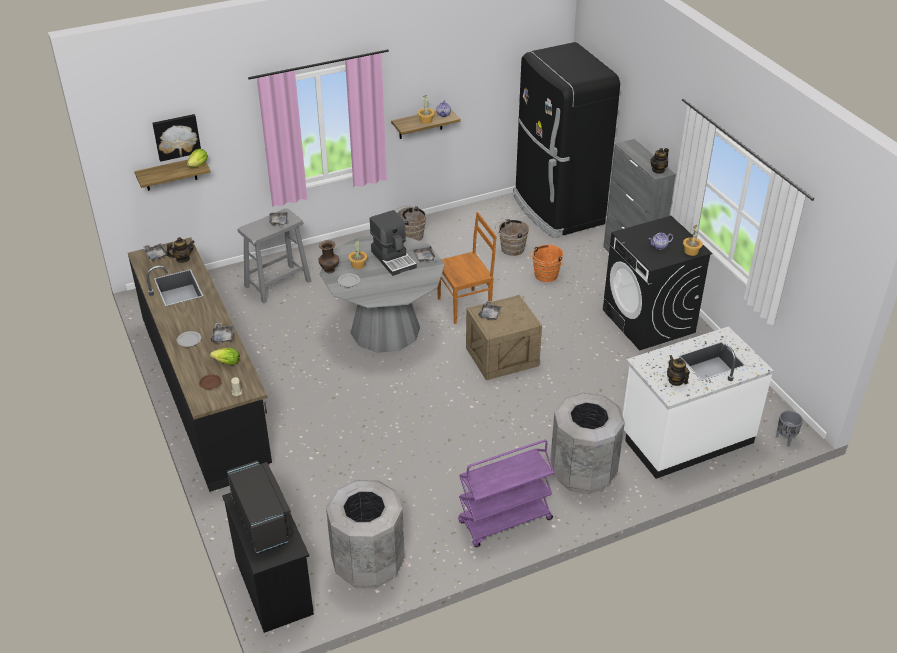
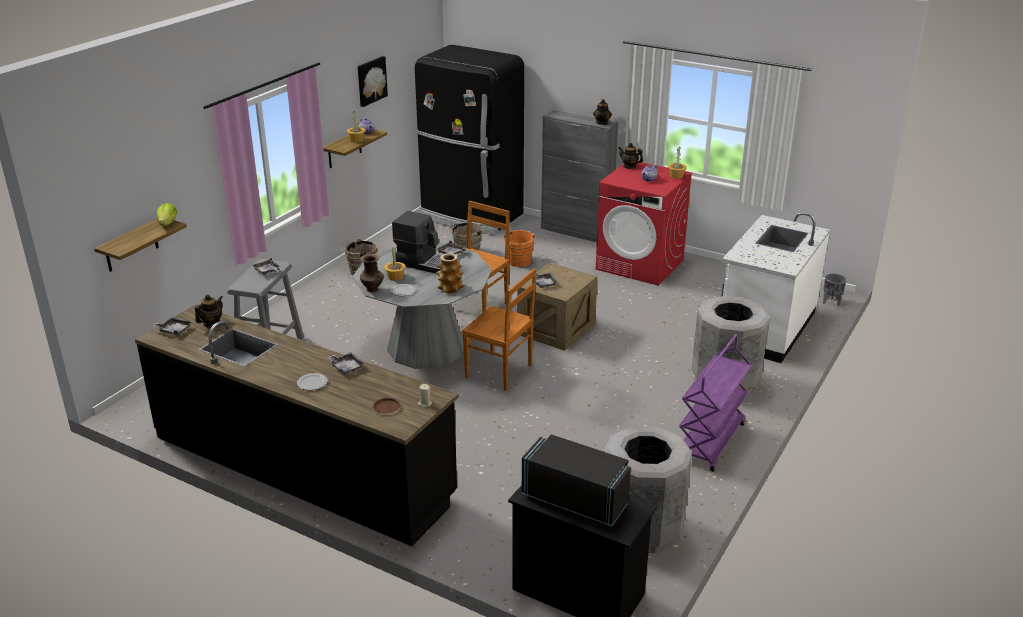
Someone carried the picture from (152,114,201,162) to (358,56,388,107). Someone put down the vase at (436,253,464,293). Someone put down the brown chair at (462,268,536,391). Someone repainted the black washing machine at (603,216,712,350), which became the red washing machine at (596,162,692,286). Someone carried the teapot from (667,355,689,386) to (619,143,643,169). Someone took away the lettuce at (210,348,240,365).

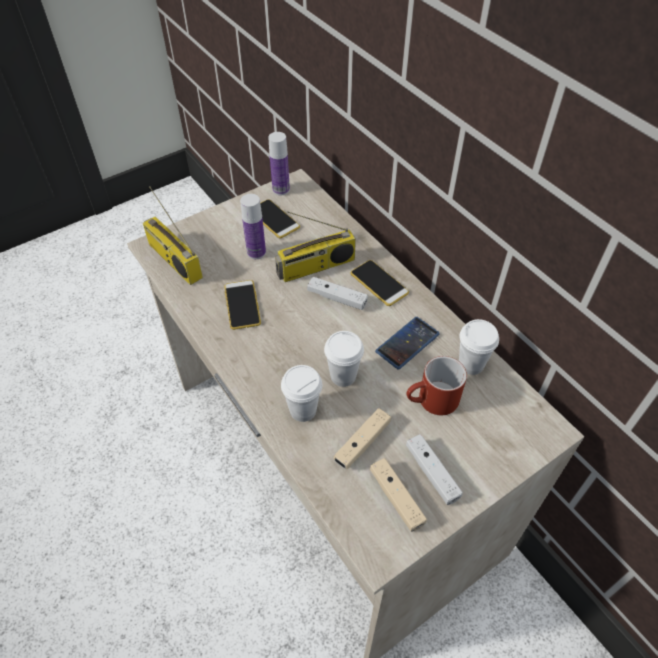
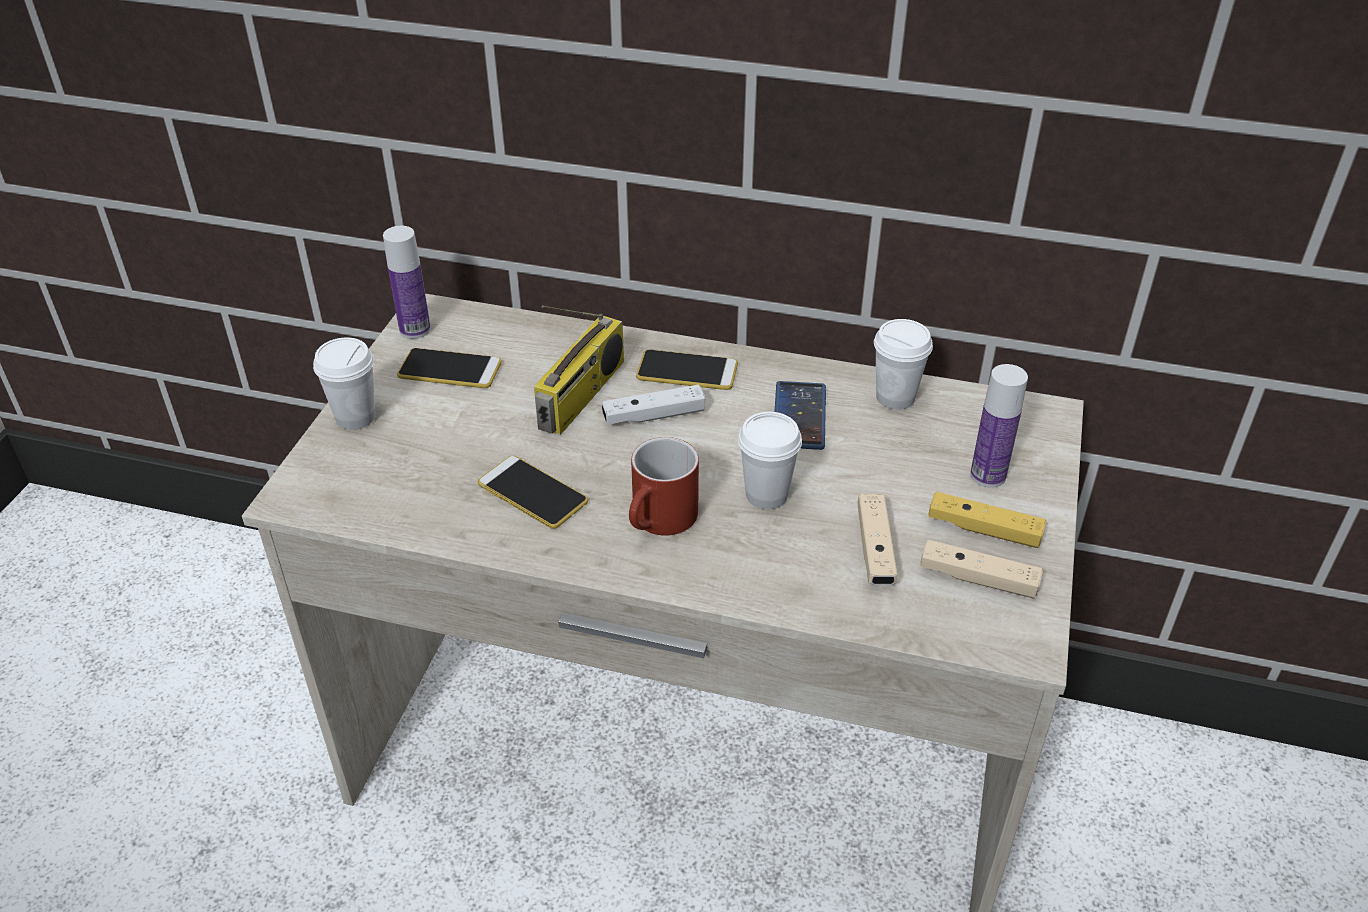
Someone carried the white cup from (281,365,322,422) to (313,337,376,430). Someone carried the red mug from (406,356,467,415) to (629,437,699,536). Someone repainted the white game controller at (406,434,463,505), which became the yellow game controller at (928,492,1046,548). Someone carried the bottle from (240,194,266,259) to (970,364,1028,488). Someone took away the radio at (143,186,203,285).

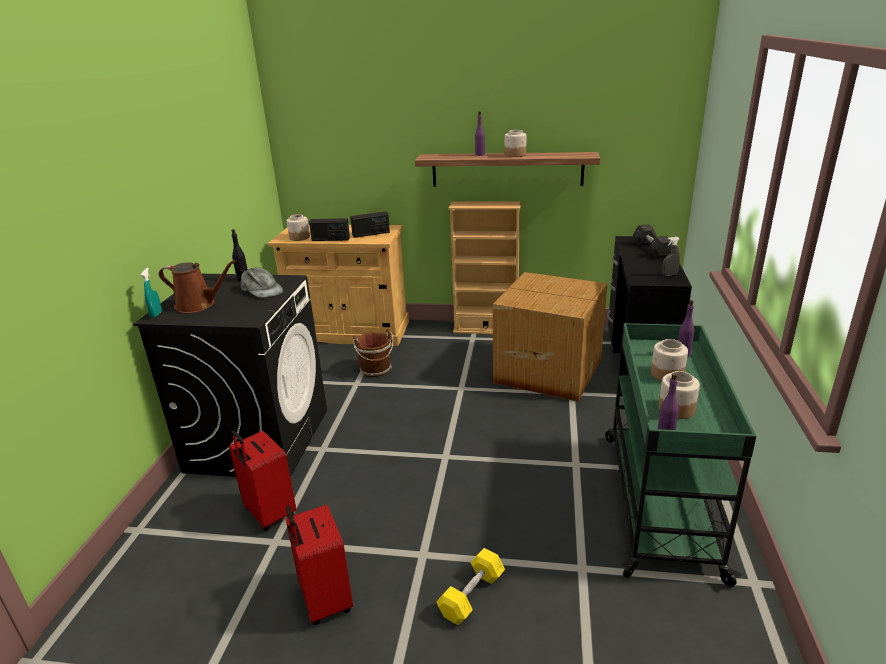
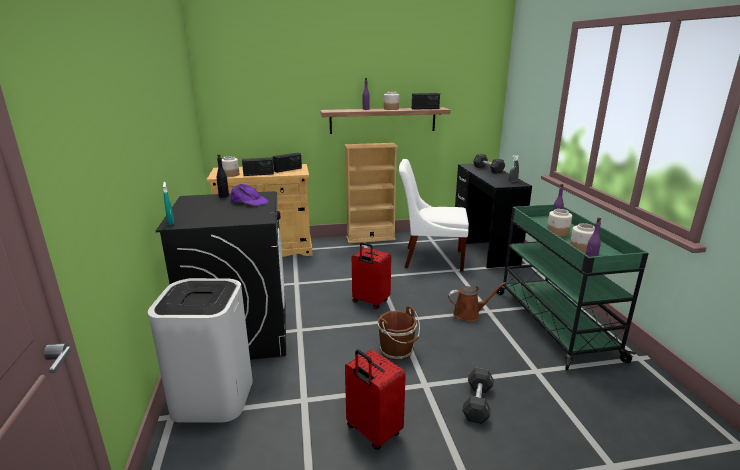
Someone put down the white trash can at (148,278,253,423). Someone repainted the grey cap at (241,267,283,298), which became the purple cap at (231,184,269,206). Someone carried the red suitcase from (229,430,297,531) to (352,242,391,309). Someone carried the brown bucket from (353,329,393,377) to (378,306,420,360). Someone swapped the cardboard box at (493,272,607,402) for the white chair at (399,159,469,271). Someone put down the radio at (412,93,440,110). Someone carried the brown watering can from (159,260,236,313) to (448,282,506,322). Someone repainted the yellow dumbbell at (436,548,505,625), which became the grey dumbbell at (462,368,494,424).

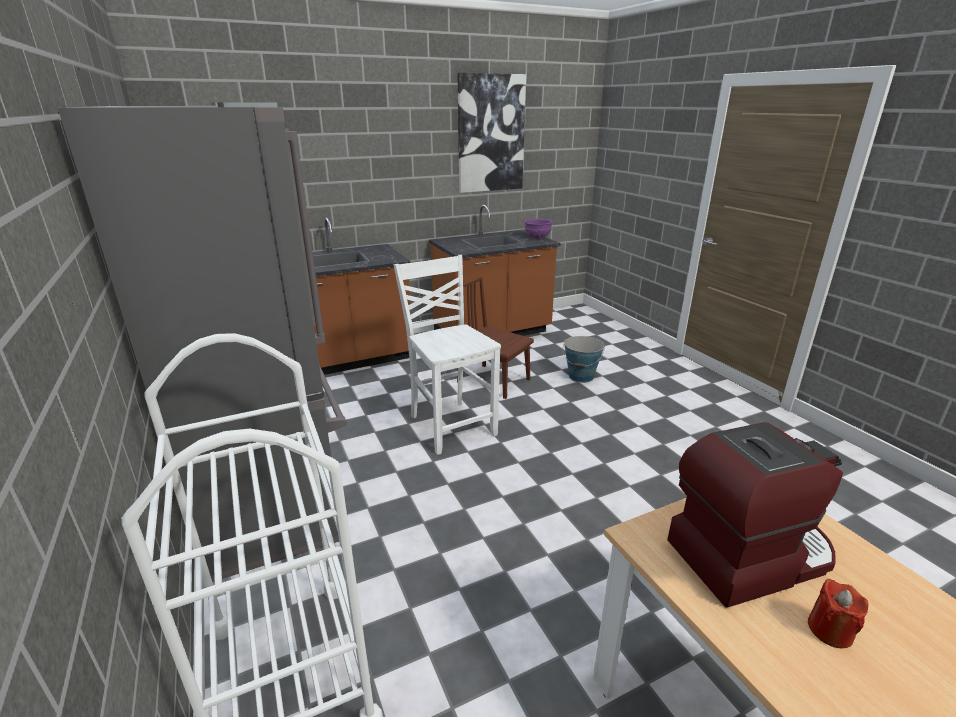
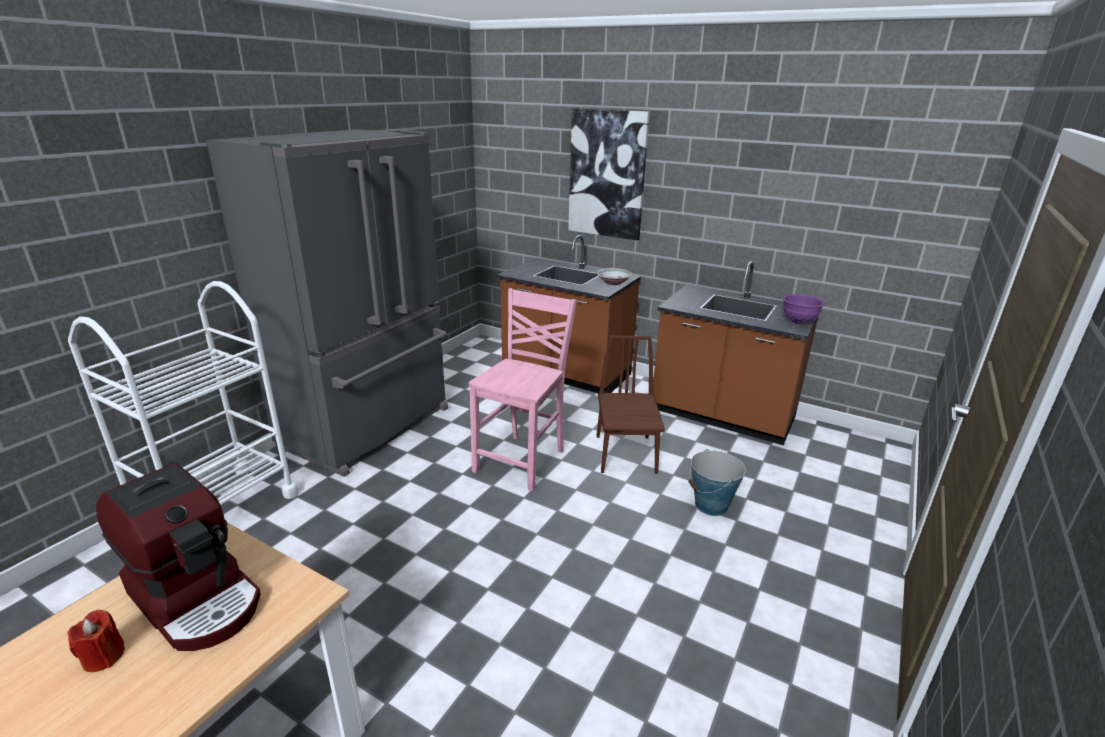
Someone repainted the white chair at (394,255,501,455), which became the pink chair at (469,288,577,491). Someone carried the picture from (458,73,526,193) to (568,108,650,241). Someone put down the bowl at (597,268,632,285).

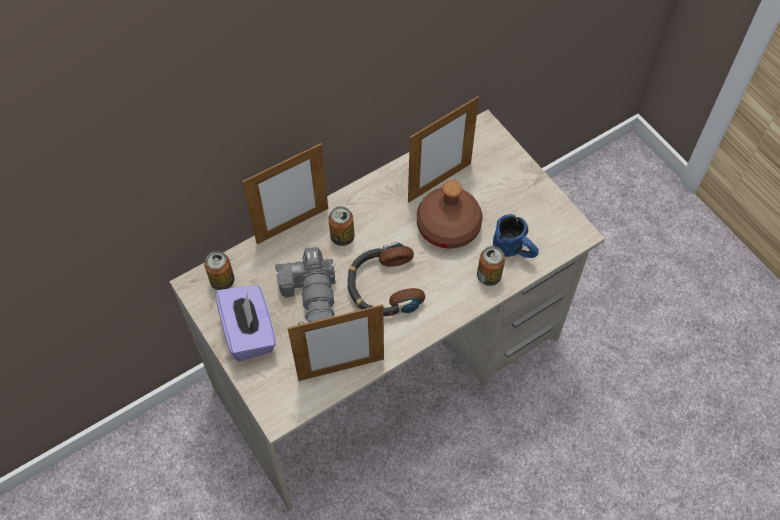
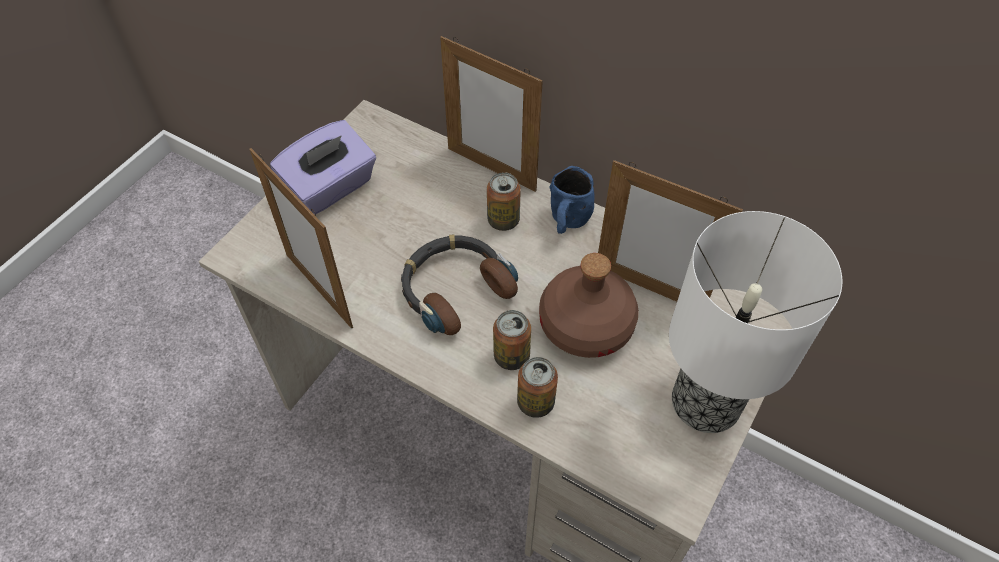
Someone carried the can from (204,251,235,290) to (493,310,531,370). Someone carried the blue mug from (493,214,539,258) to (550,166,595,234). Someone put down the table lamp at (669,211,842,433). Someone took away the photo camera at (275,247,336,322).

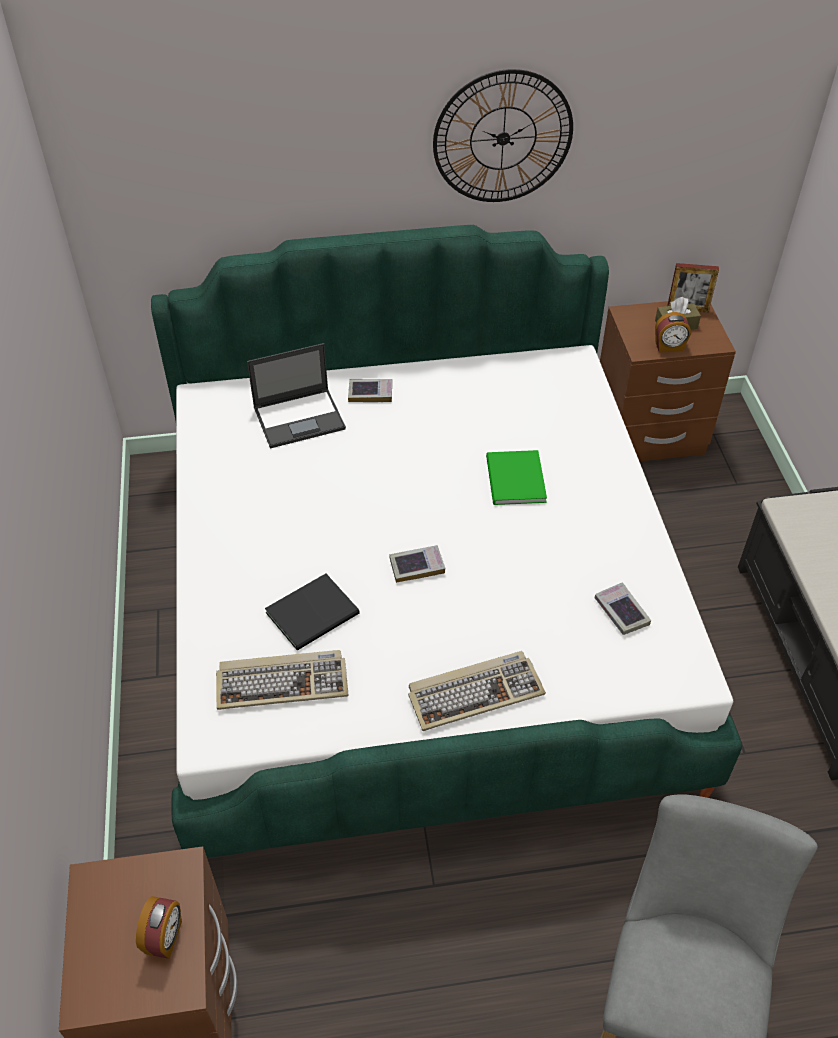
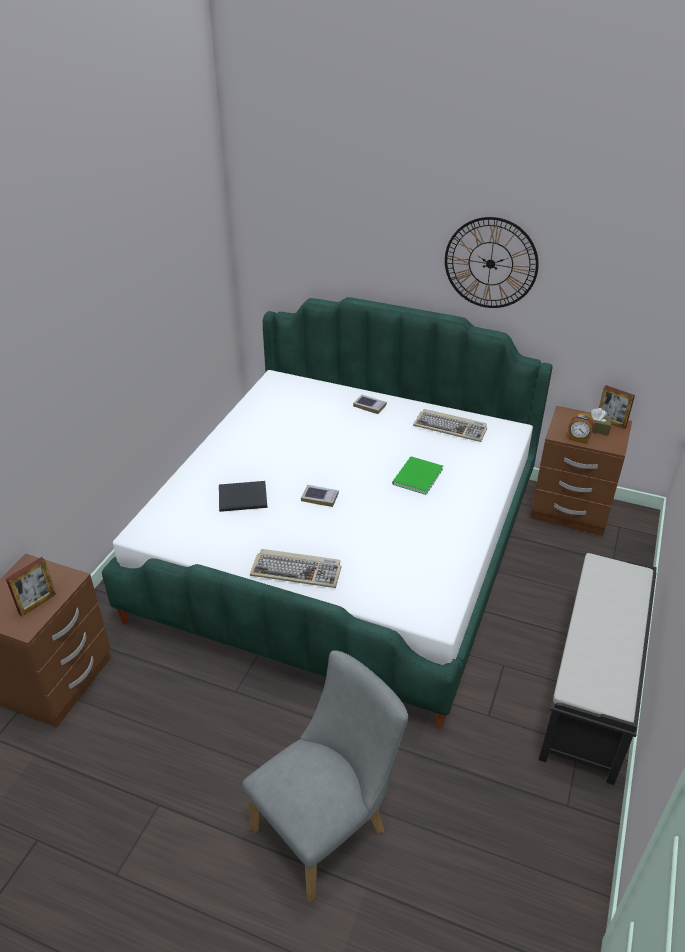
Someone swapped the alarm clock at (136,896,182,959) for the picture frame at (6,557,56,616). Someone carried the keyboard from (216,650,348,710) to (413,409,487,442). Someone took away the laptop at (247,343,346,448). Someone took away the book at (594,582,651,635).

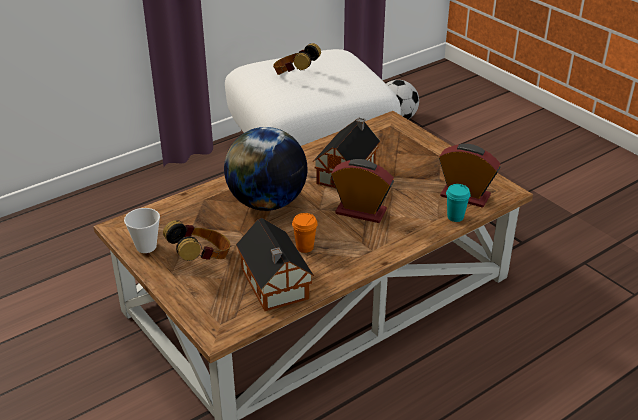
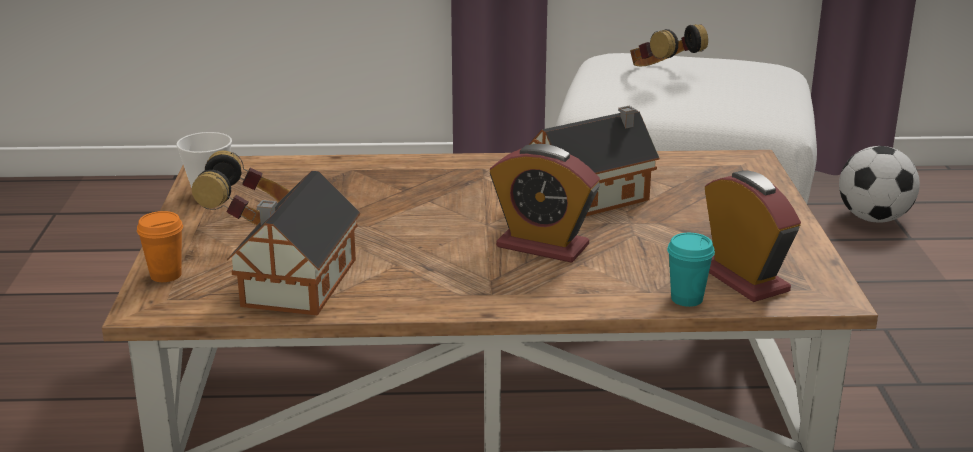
Someone carried the orange cup from (292,213,318,253) to (137,211,183,282). Someone rotated the alarm clock at (331,159,394,223) by 150 degrees clockwise. Someone took away the globe at (224,127,308,211).

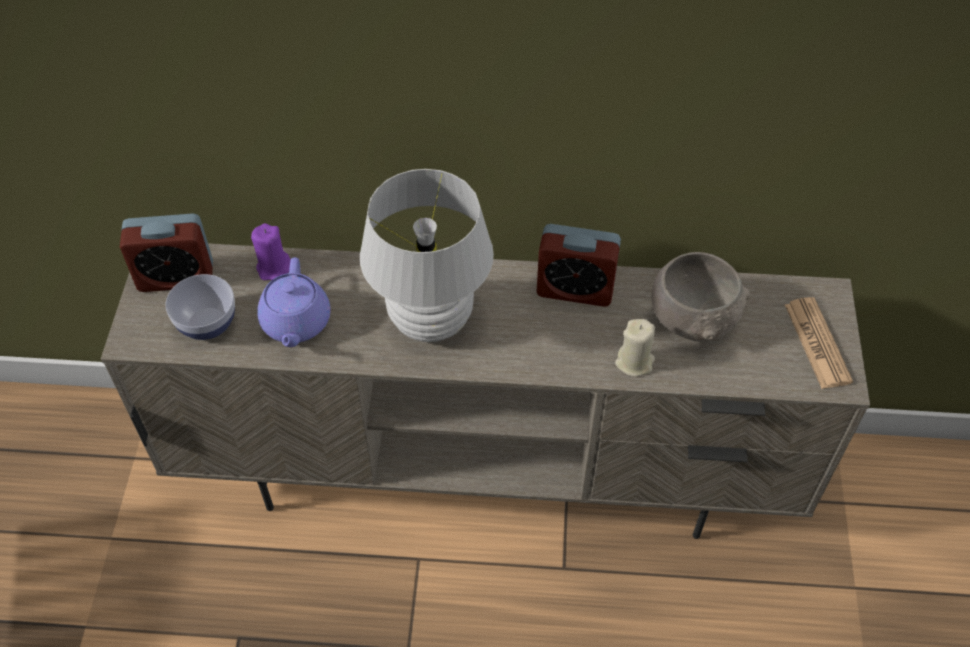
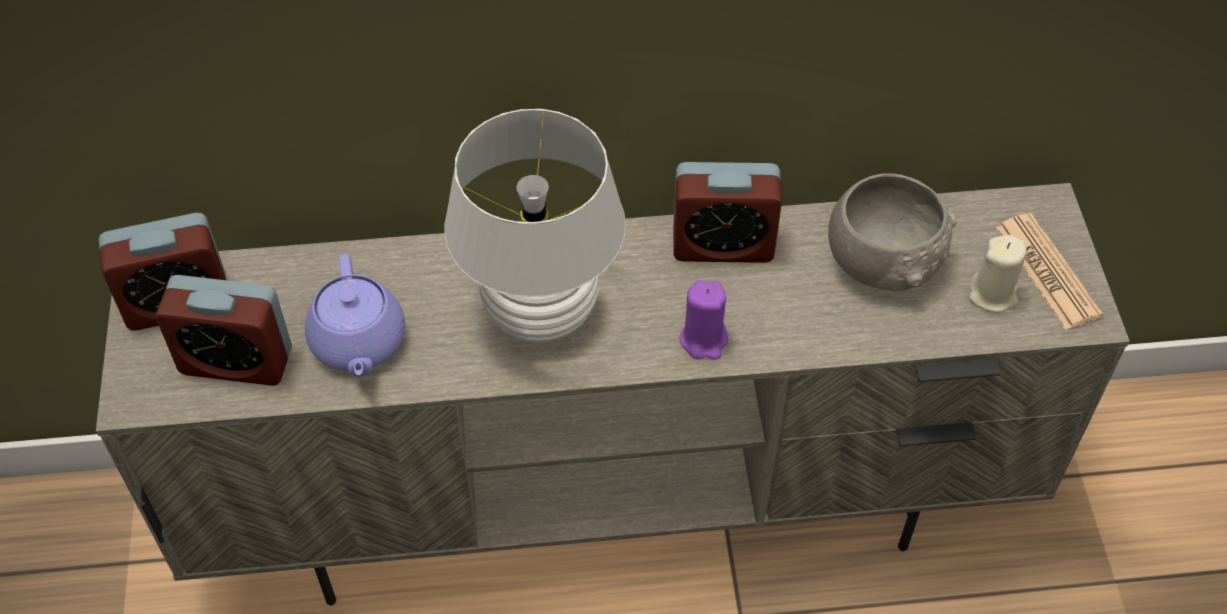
Someone swapped the bowl at (166,274,235,340) for the alarm clock at (155,275,292,386). Someone carried the purple candle from (251,223,291,280) to (679,280,728,360). Someone carried the beige candle from (615,319,655,377) to (969,235,1027,312).

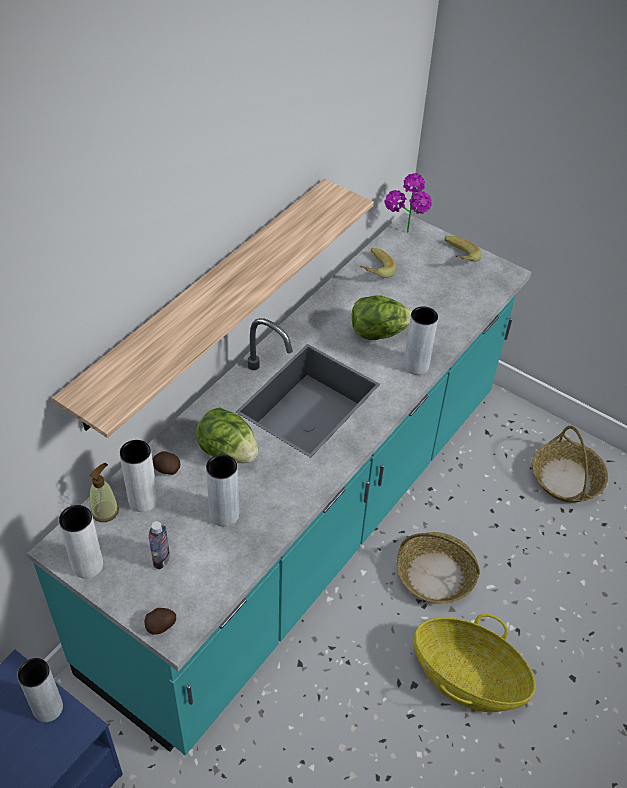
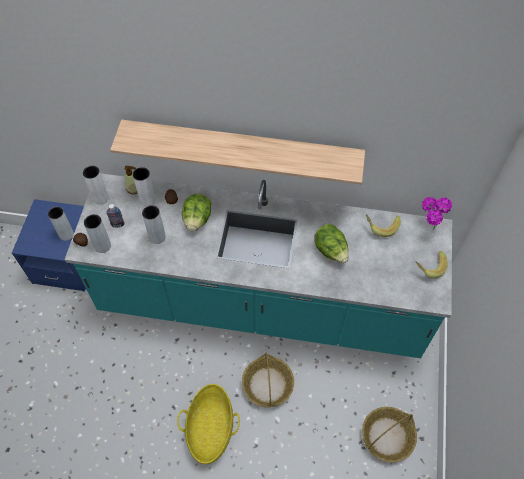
Someone carried the grey vase from (404,306,438,375) to (84,214,111,253).

